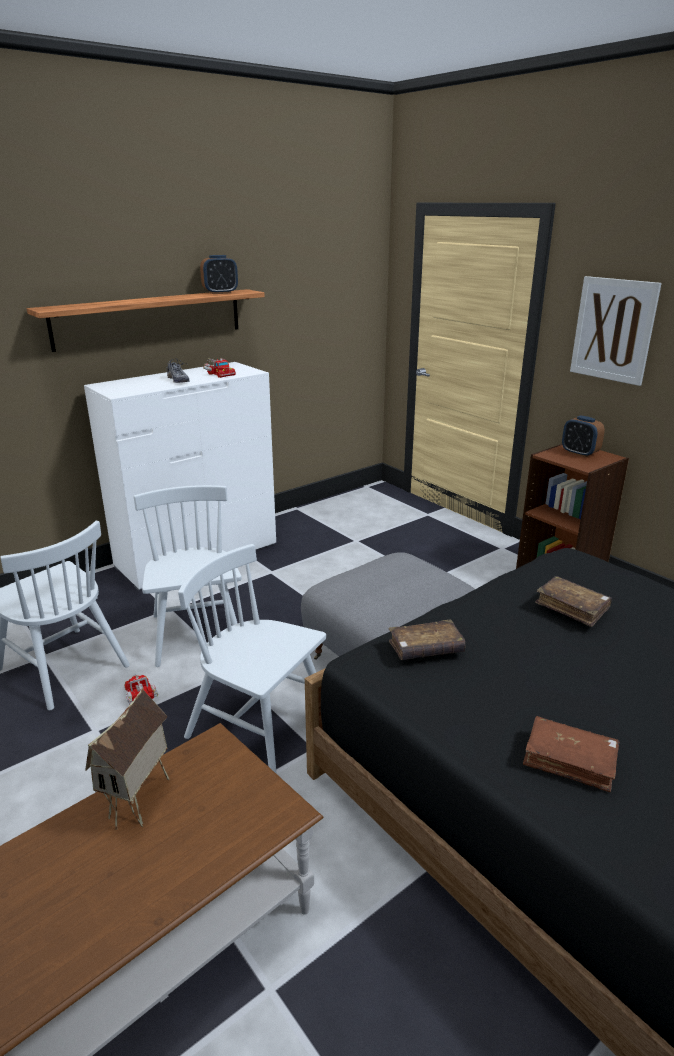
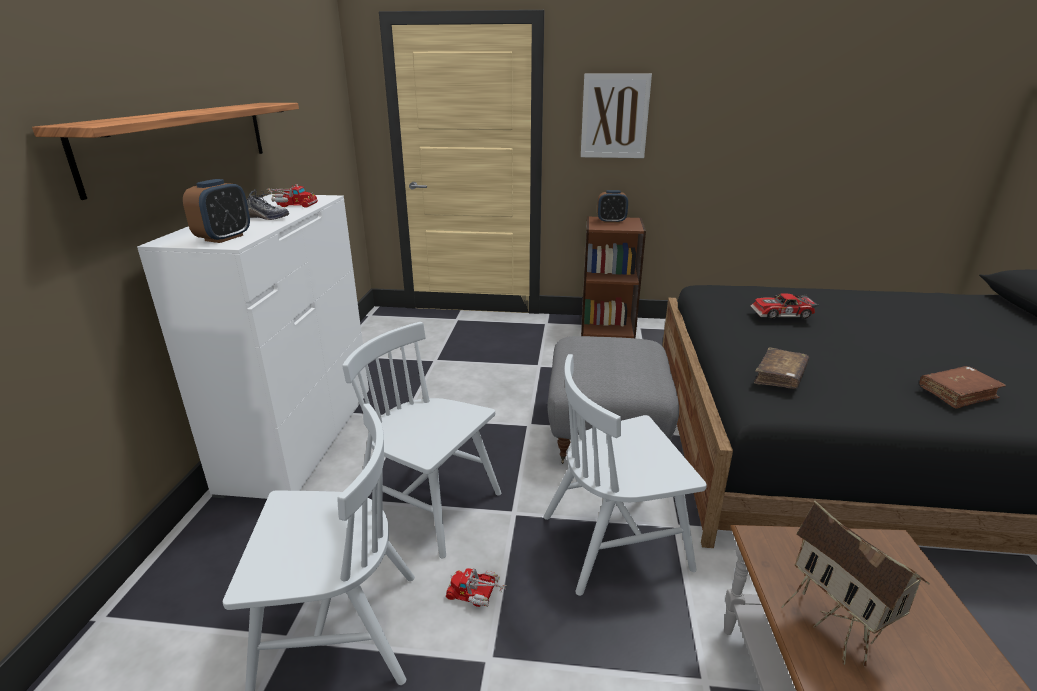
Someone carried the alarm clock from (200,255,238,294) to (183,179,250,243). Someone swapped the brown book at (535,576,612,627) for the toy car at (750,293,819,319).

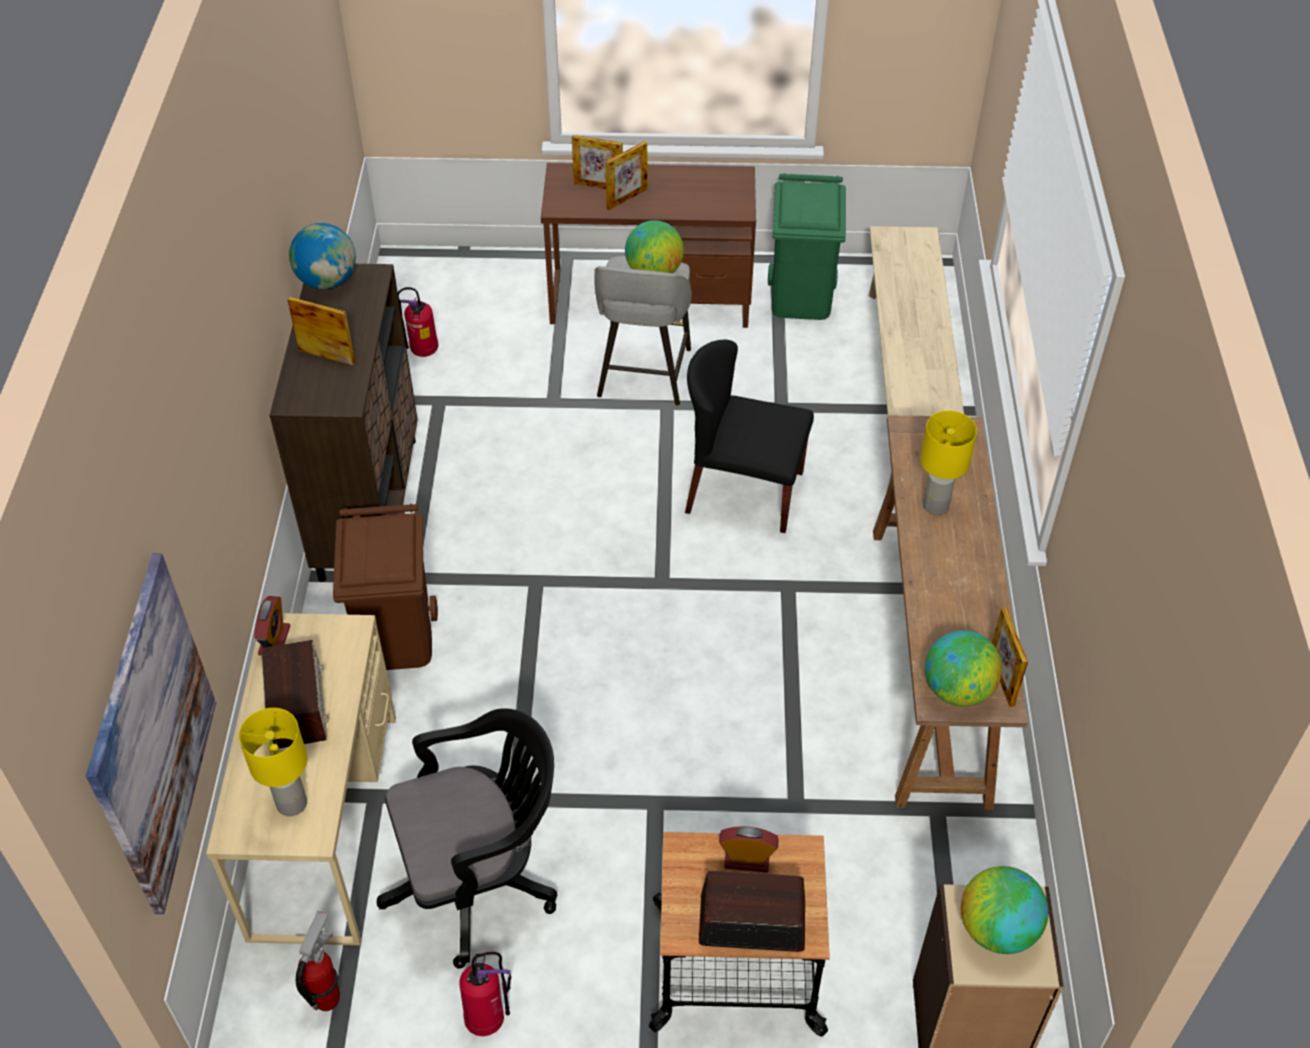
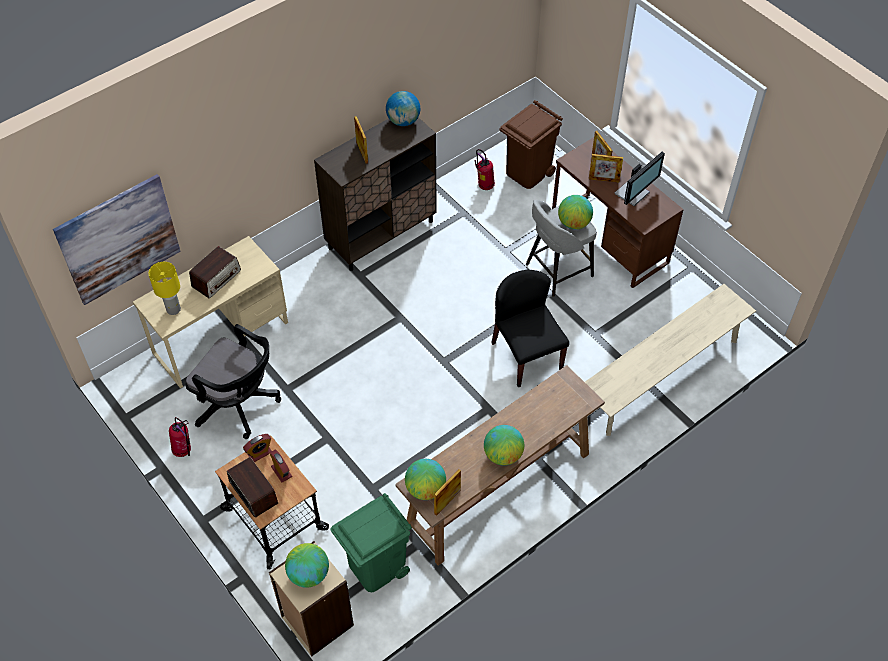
Someone carried the alarm clock from (254,596,290,655) to (243,434,272,462). Someone carried the green trash can from (768,173,846,320) to (330,493,412,592). Someone put down the globe at (484,425,524,466). Someone carried the brown trash can from (333,503,438,670) to (500,100,563,189). Someone put down the monitor at (614,152,665,206). Someone took away the fire extinguisher at (296,911,340,1011). Someone took away the yellow table lamp at (920,410,977,515).

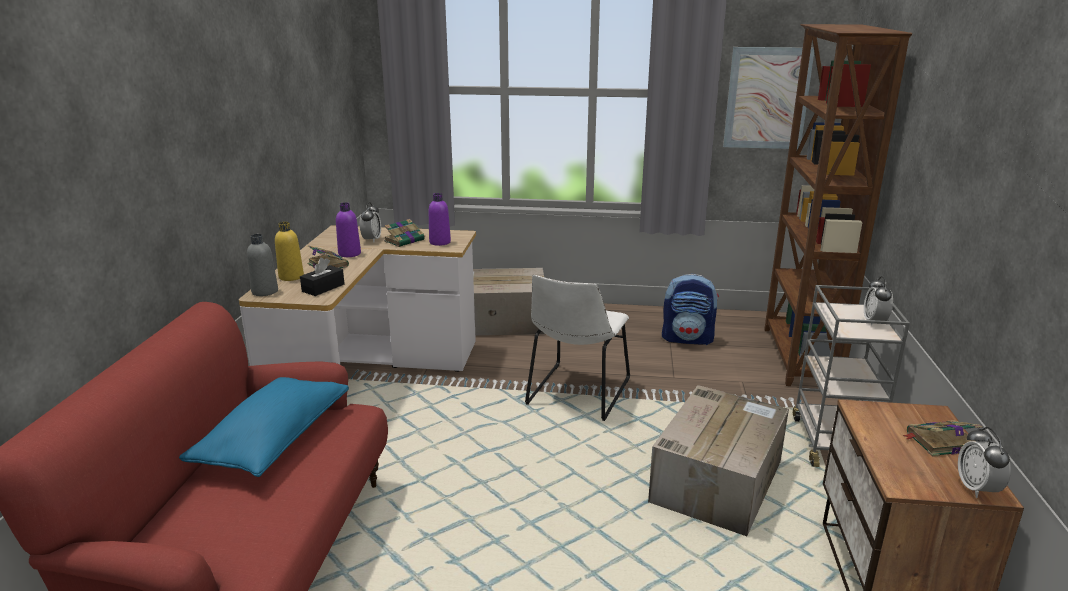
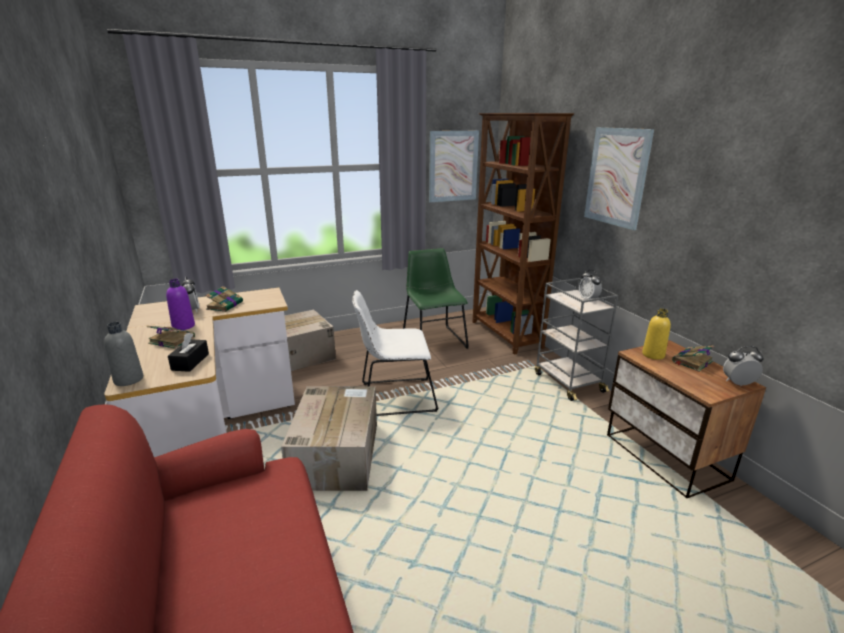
Someone carried the cardboard box from (648,385,789,536) to (281,386,377,491). Someone rotated the white chair at (525,275,630,421) by 90 degrees clockwise. Someone swapped the backpack at (662,274,719,345) for the green chair at (403,248,469,349). Someone put up the picture at (584,127,654,230). Someone carried the yellow bottle from (275,222,304,281) to (642,309,671,360). Someone rotated the alarm clock at (958,427,1011,498) by 120 degrees clockwise. Someone took away the blue pillow at (179,377,349,477). Someone took away the purple bottle at (429,193,451,246).

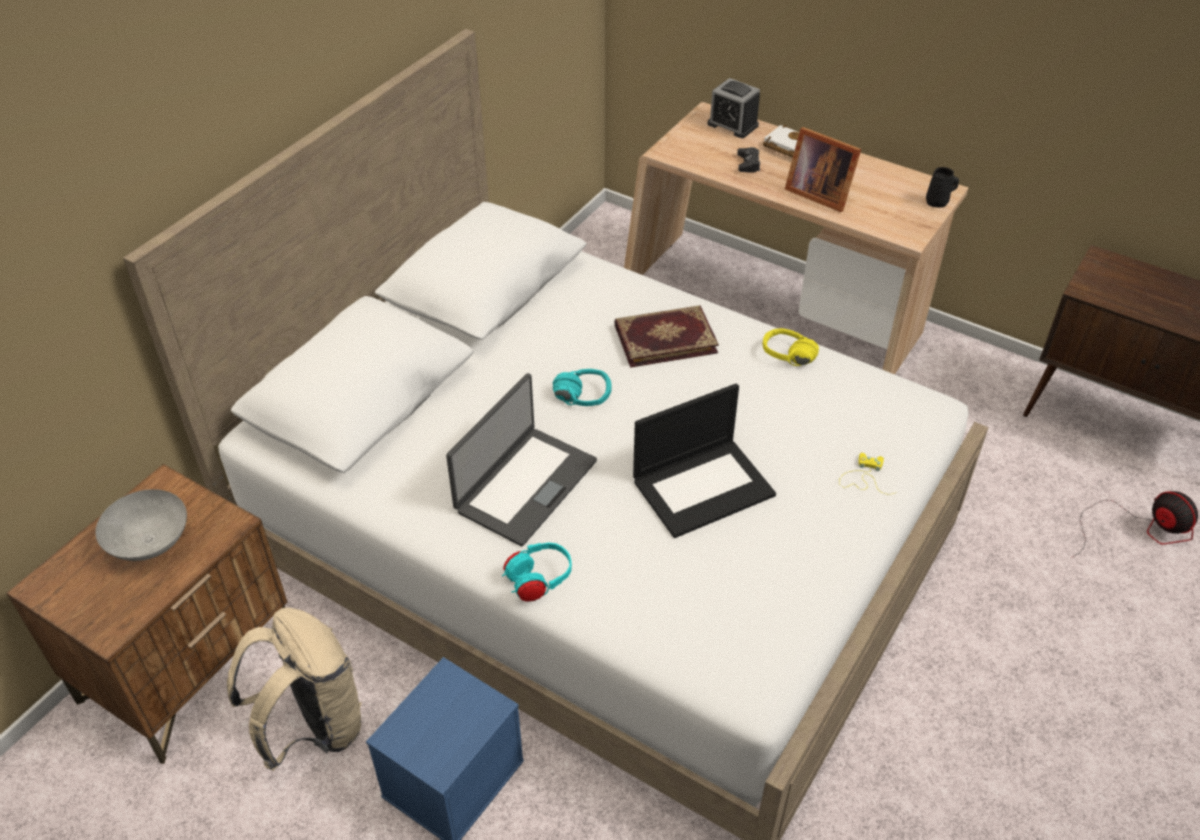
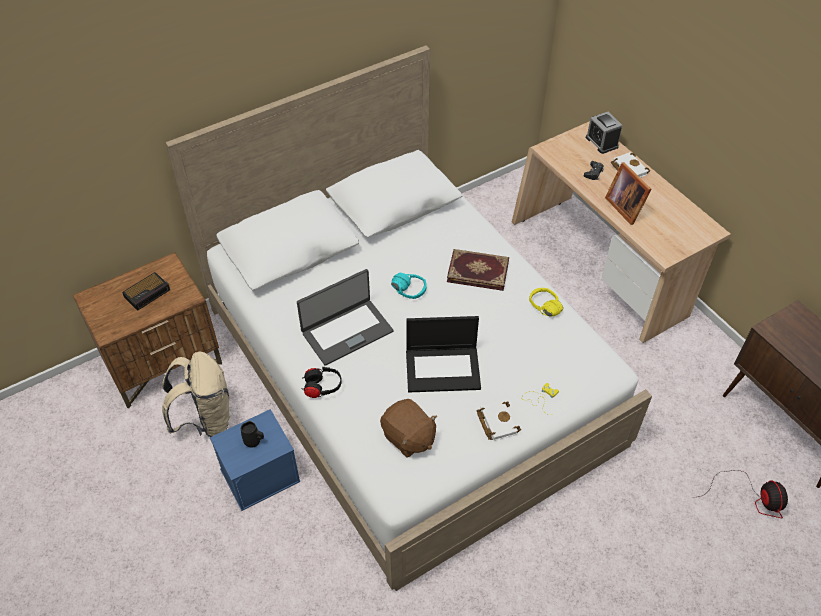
Someone swapped the grey bowl at (95,489,187,561) for the alarm clock at (122,272,170,311). Someone carried the black mug from (926,167,959,208) to (241,421,264,448). Someone repainted the turquoise headphones at (502,542,572,602), which became the black headphones at (302,367,342,398). Someone put down the brown plush toy at (380,399,437,458). Someone put down the white book at (476,400,521,441).

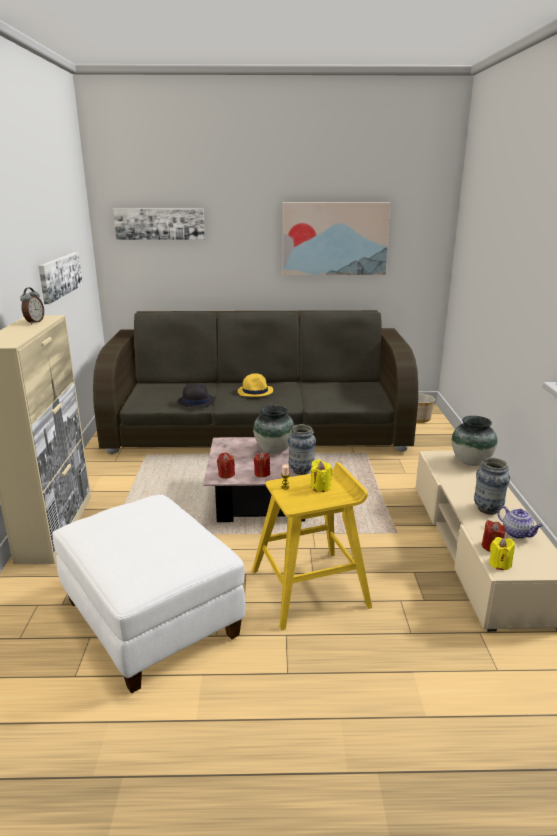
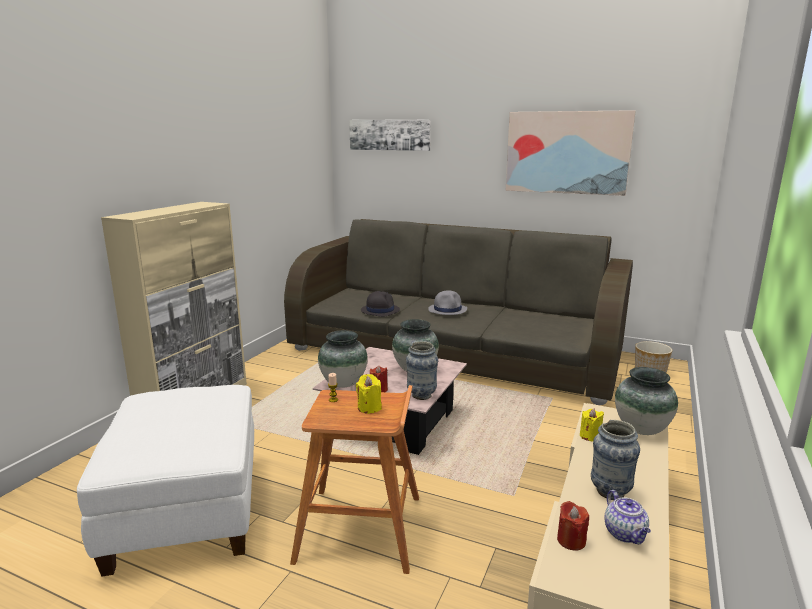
Someone repainted the yellow stool at (252,462,372,631), which became the brown stool at (290,385,419,574). Someone swapped the red candle at (217,452,235,479) for the vase at (318,330,368,388). Someone repainted the yellow hat at (237,373,273,397), which became the grey hat at (428,290,467,315). Someone carried the yellow candle from (489,537,515,570) to (580,409,604,441). Someone took away the alarm clock at (20,287,44,324). Someone took away the picture at (38,252,83,304).

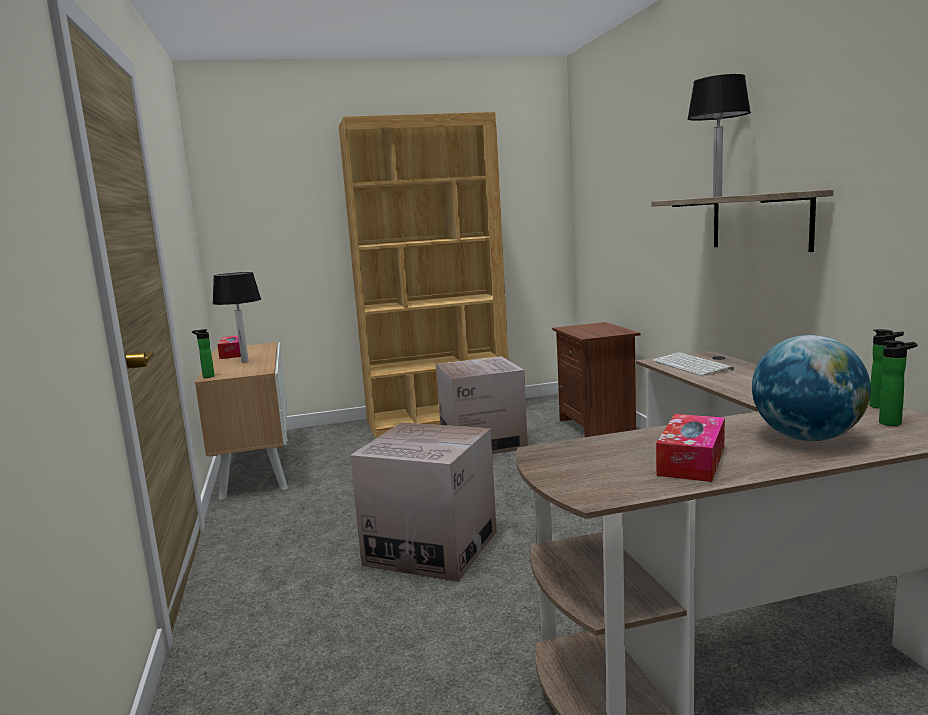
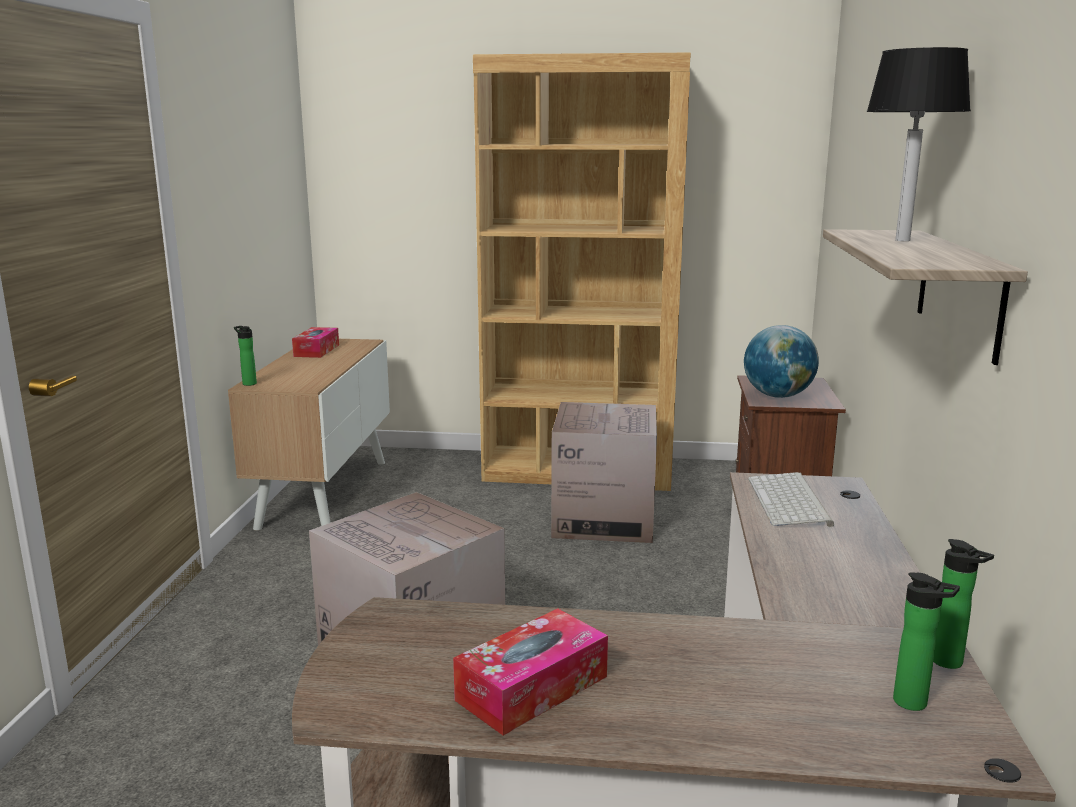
Someone carried the globe from (752,335,871,441) to (744,325,819,398). Someone took away the table lamp at (212,272,261,362).

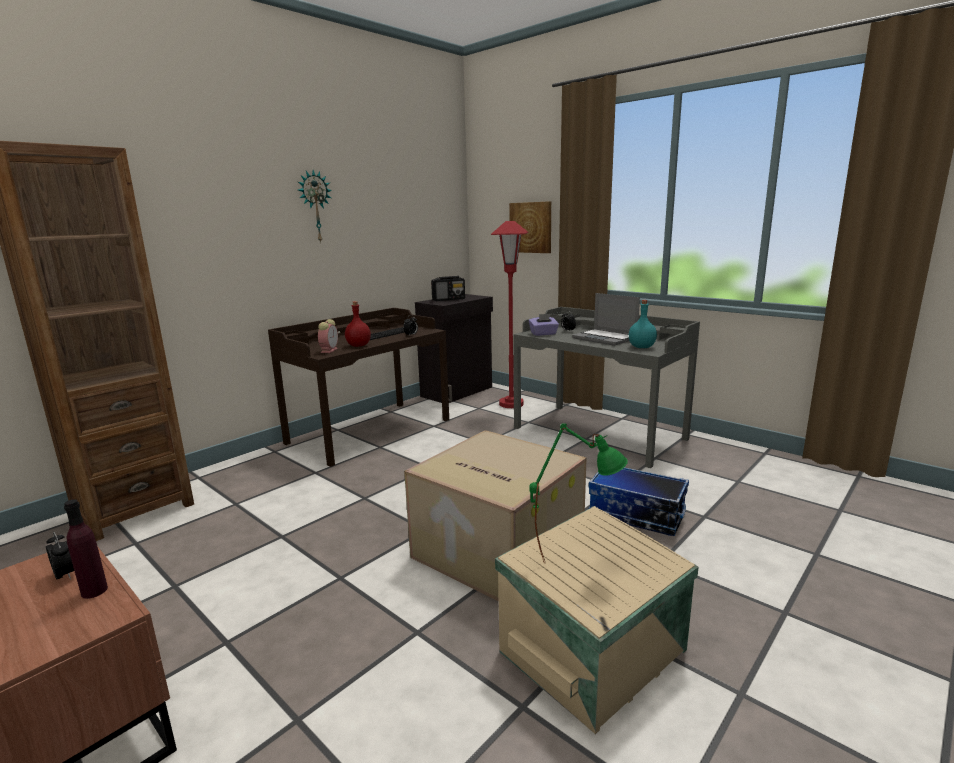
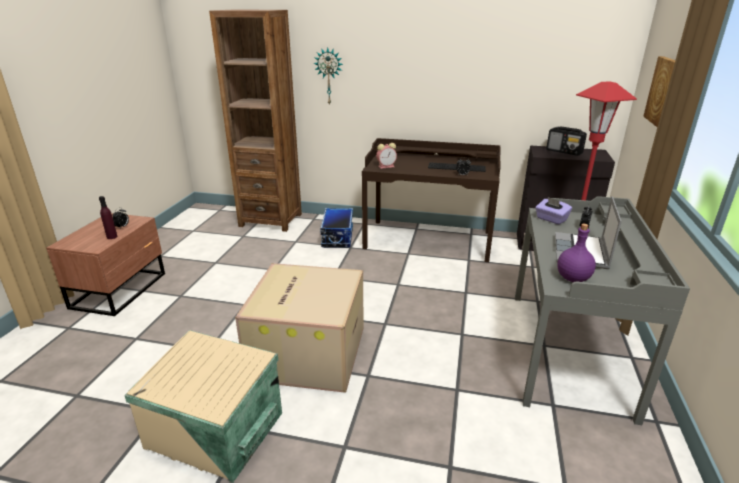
Someone carried the wall clock from (298,170,332,243) to (313,47,343,106). Someone carried the storage box from (588,467,689,536) to (320,208,353,248). Someone repainted the turquoise bottle at (629,300,657,348), which became the purple bottle at (557,224,596,282). Someone took away the red bottle at (345,301,371,347). Someone took away the green table lamp at (530,423,628,564).

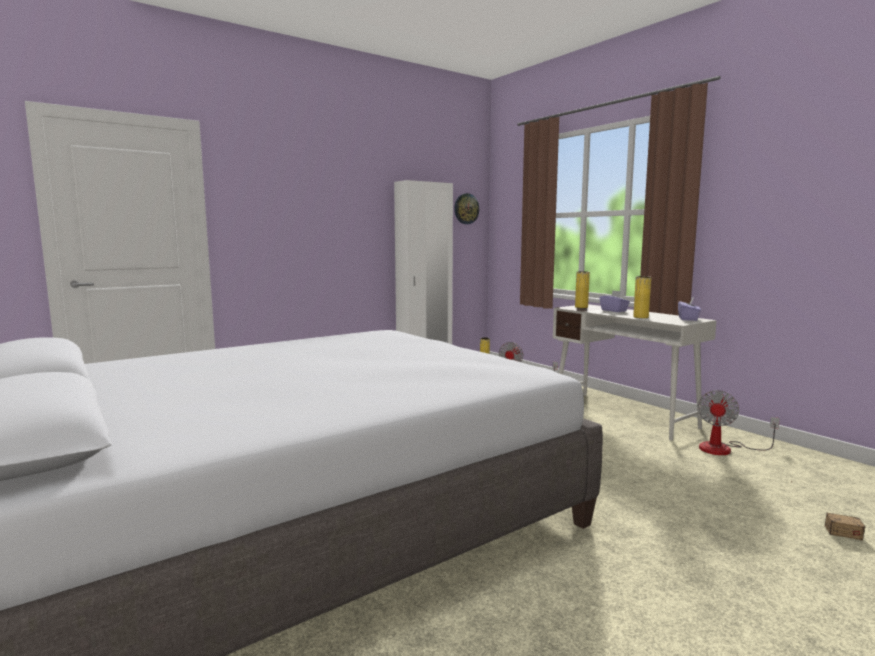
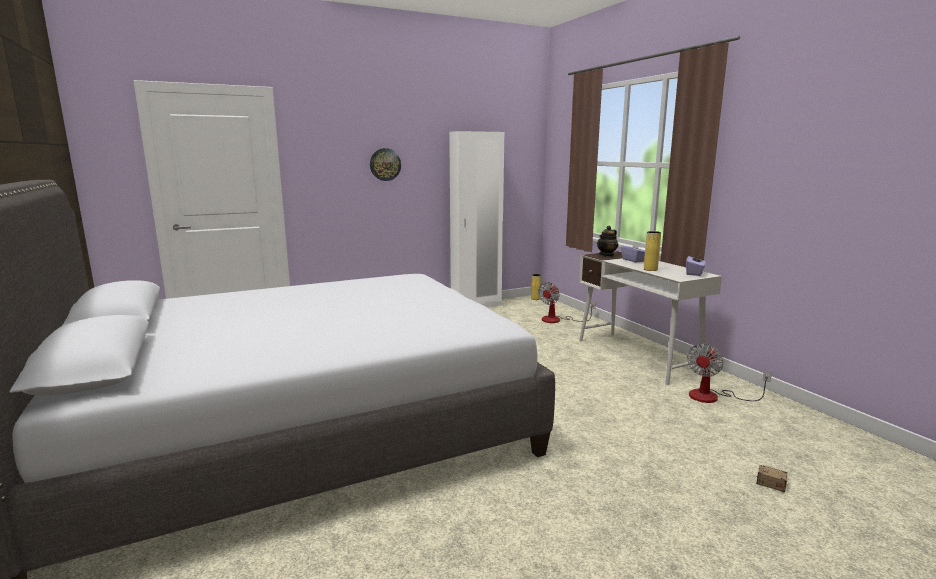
Someone carried the wall clock from (454,193,479,224) to (370,148,401,181). Someone swapped the yellow vase at (575,271,590,308) for the teapot at (597,225,618,257).

